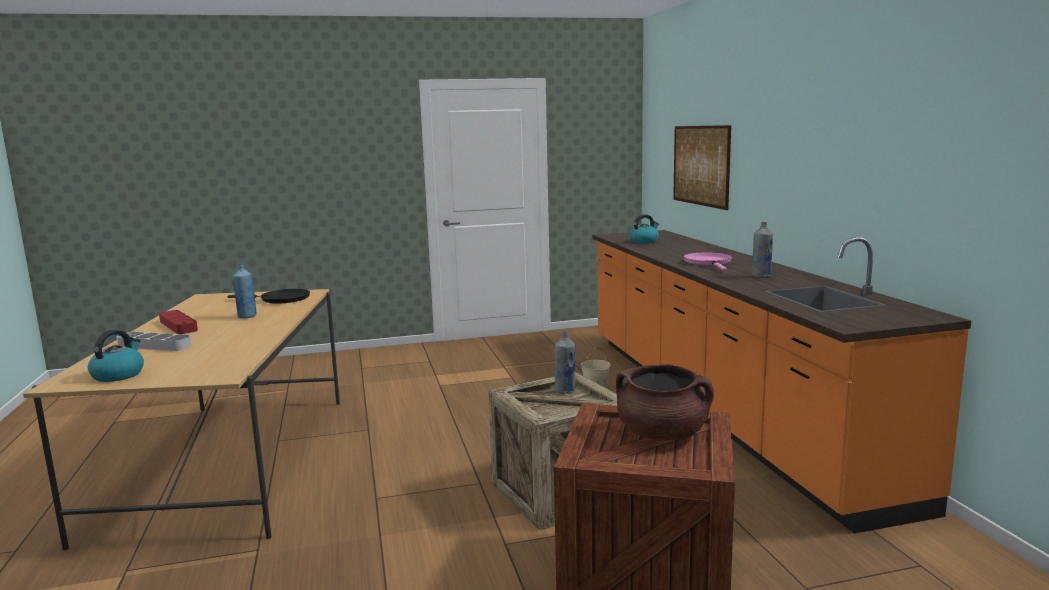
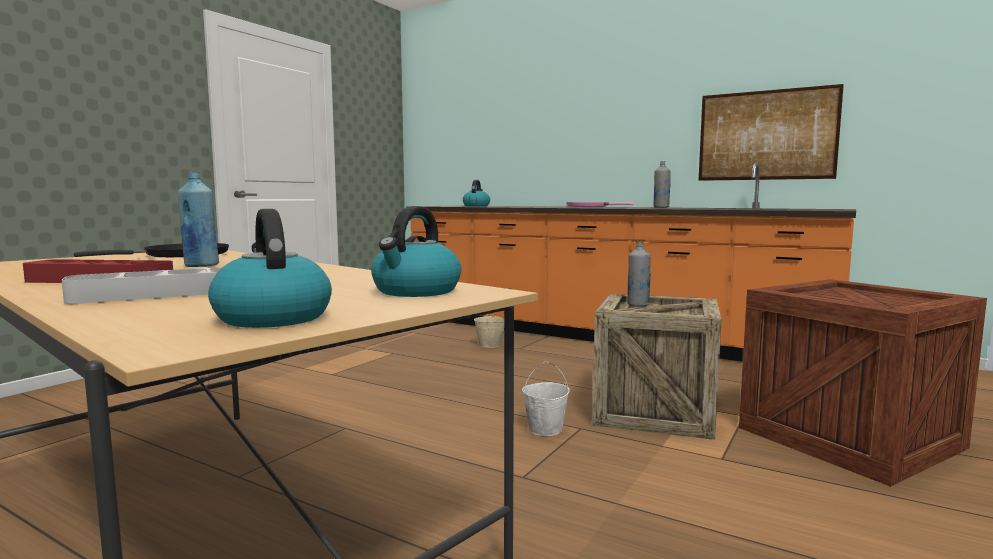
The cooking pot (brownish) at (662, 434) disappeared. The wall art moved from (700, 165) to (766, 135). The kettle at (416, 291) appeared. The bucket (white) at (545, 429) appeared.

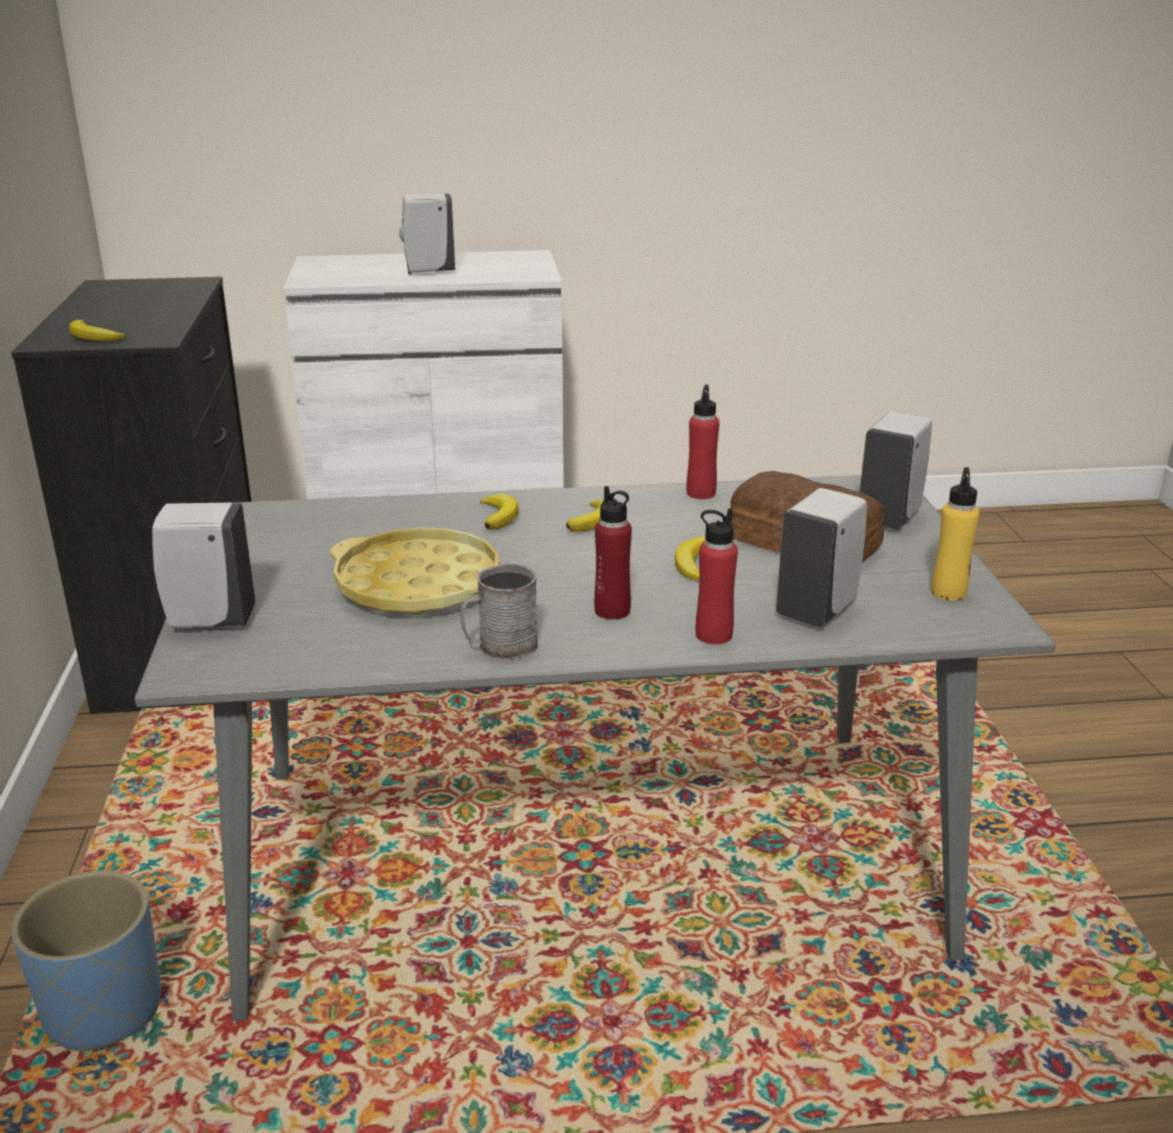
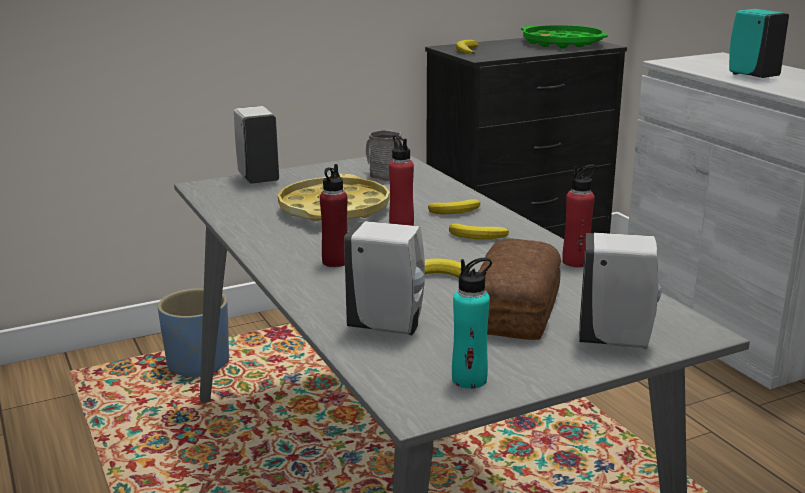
The soap dispenser (white) at (427, 272) became the soap dispenser (blue-green) at (751, 76). The coffee mug (grey) moved from (500, 647) to (382, 175). The drink bottle (red) moved from (713, 635) to (401, 225). The drink bottle (yellow) at (948, 592) became the drink bottle (blue-green) at (469, 379). The carrying tray (greenish) at (562, 43) appeared.

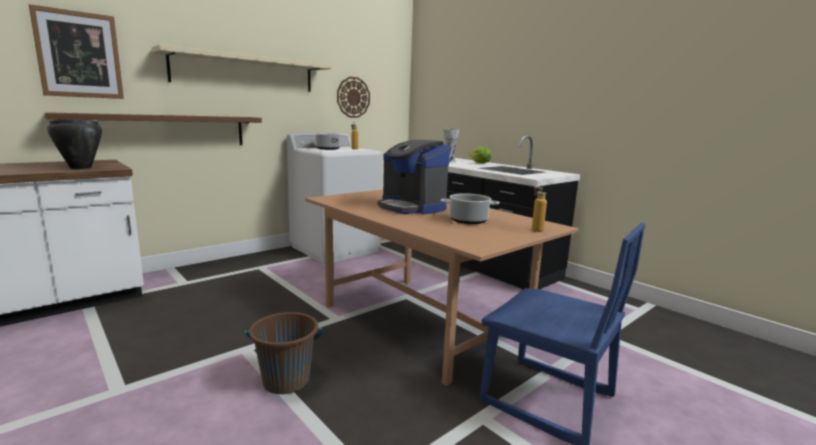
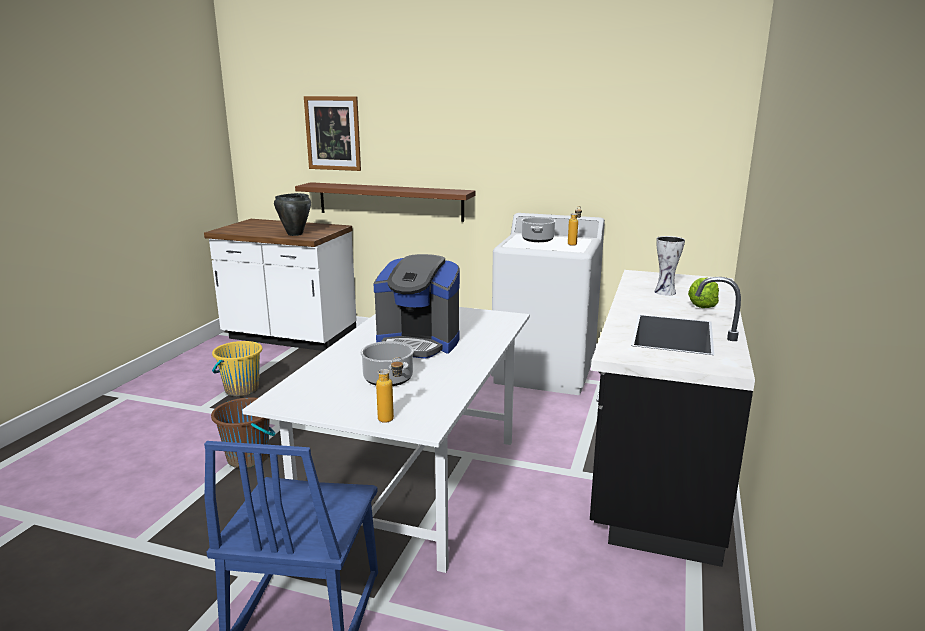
The bracket shelf (beige-coloured) at (245, 72) disappeared. The dinner table (brownish) at (424, 321) became the dinner table (white) at (415, 485). The clock on the wall at (353, 97) disappeared. The coffee maker at (412, 207) turned 90 degrees counterclockwise. The bucket (yellow) at (241, 389) appeared.

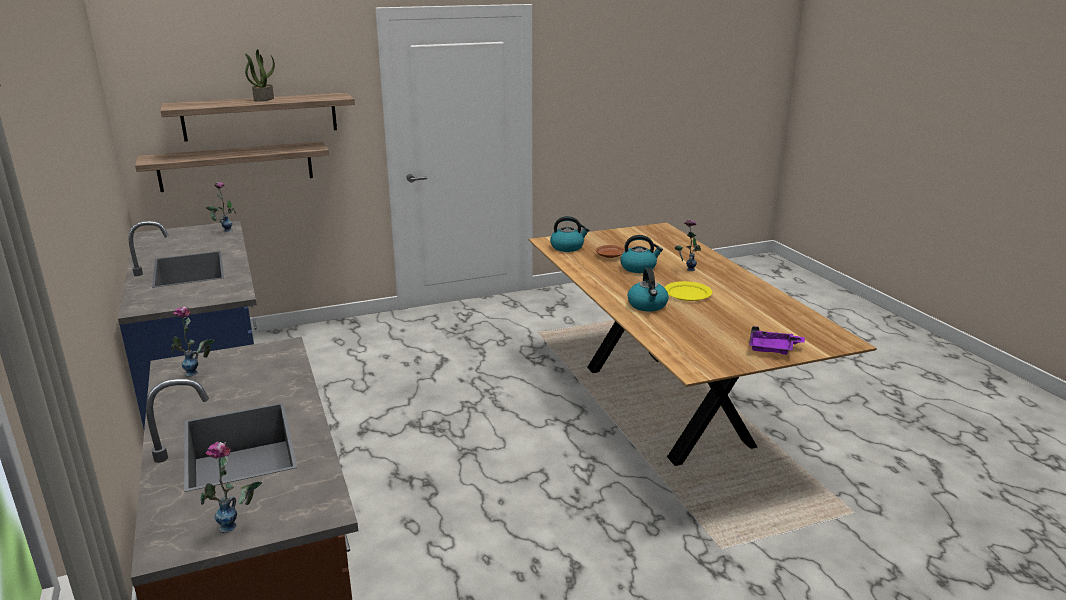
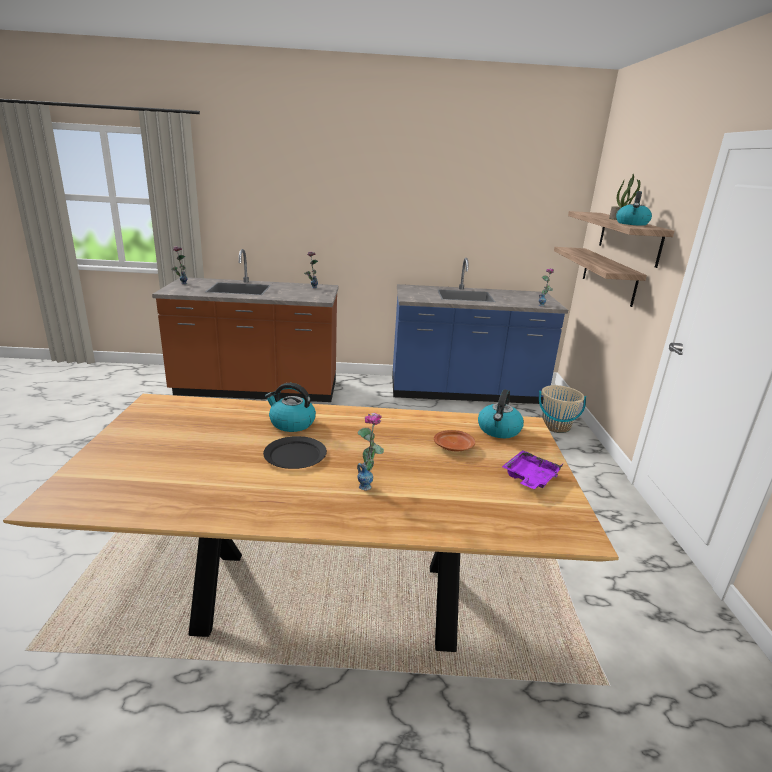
The kettle moved from (639, 268) to (632, 224). The dinner plate (yellow) at (688, 293) became the dinner plate (black) at (295, 455). The carrying tray (purple) moved from (772, 349) to (529, 478). The bucket (beige-coloured) at (555, 427) appeared.

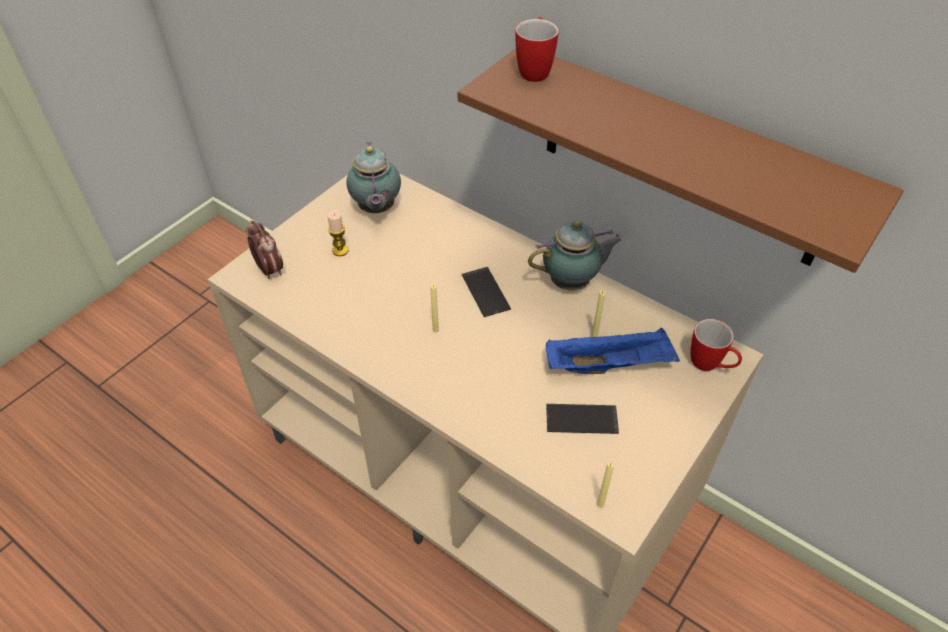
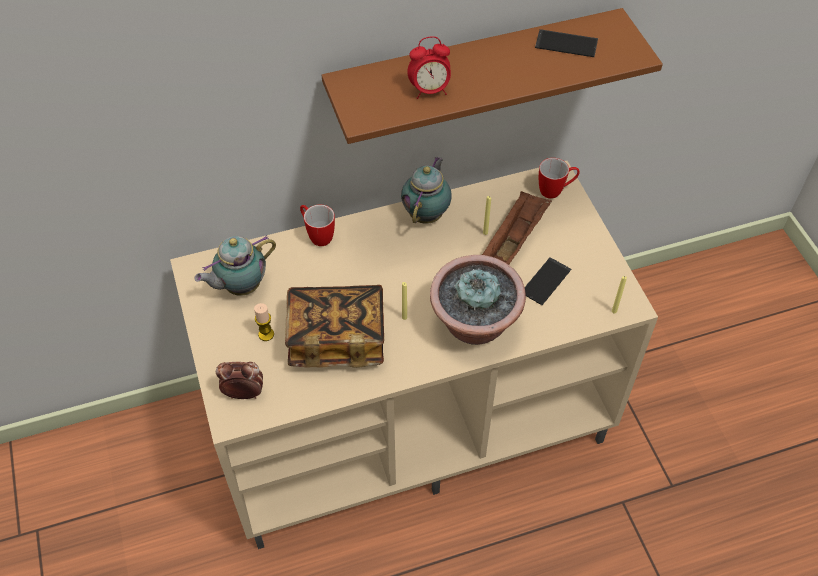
The tea pot at (376, 209) turned 120 degrees clockwise. The phone moved from (485, 292) to (566, 44). The coffee mug moved from (535, 70) to (317, 235). The carrying tray (blue) at (609, 364) became the carrying tray (brownish) at (514, 239). The volume at (337, 338) appeared. The bedside clock at (429, 90) appeared. The houseplant at (474, 326) appeared.

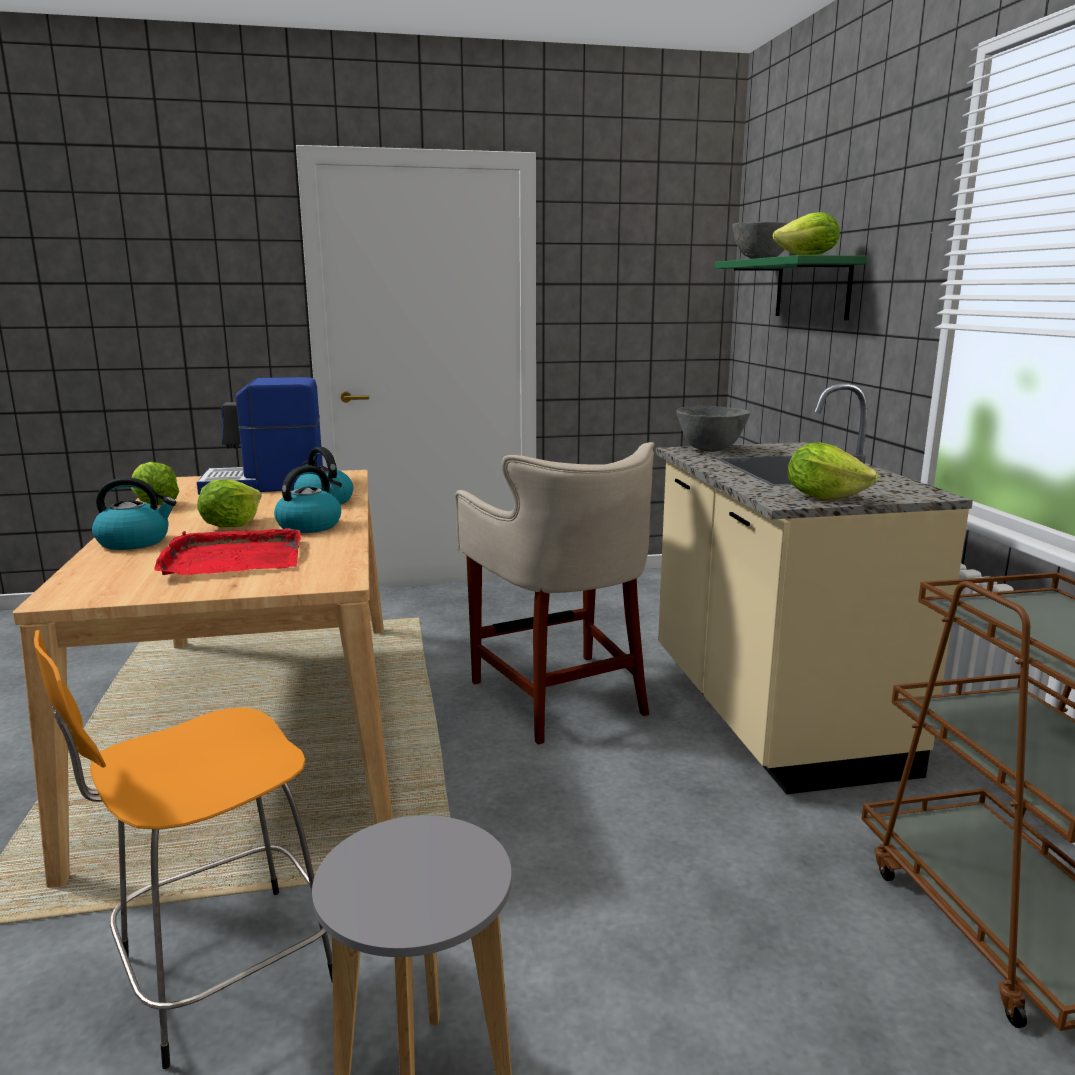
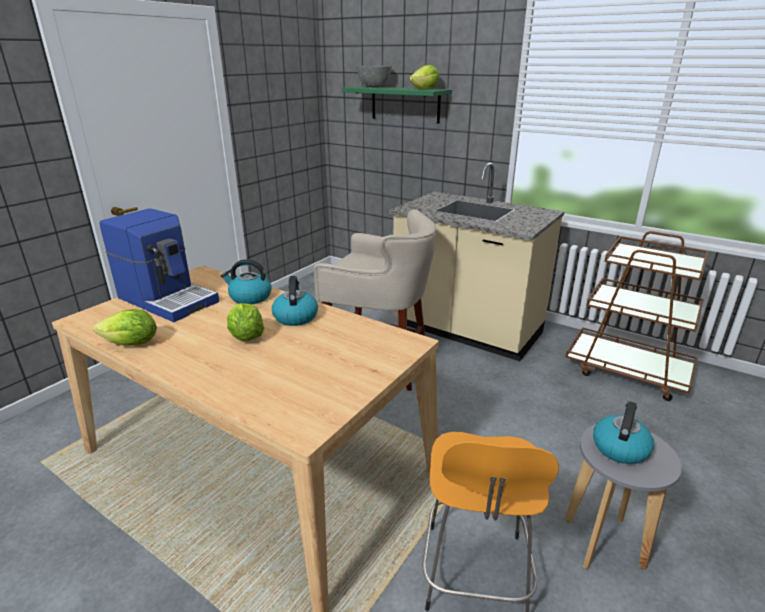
The kettle moved from (135, 542) to (619, 447). The carrying tray (red) at (232, 559) disappeared. The coffee maker at (265, 485) turned 90 degrees counterclockwise. The bowl (grey) at (710, 450) disappeared. The head of lettuce at (824, 497) disappeared.

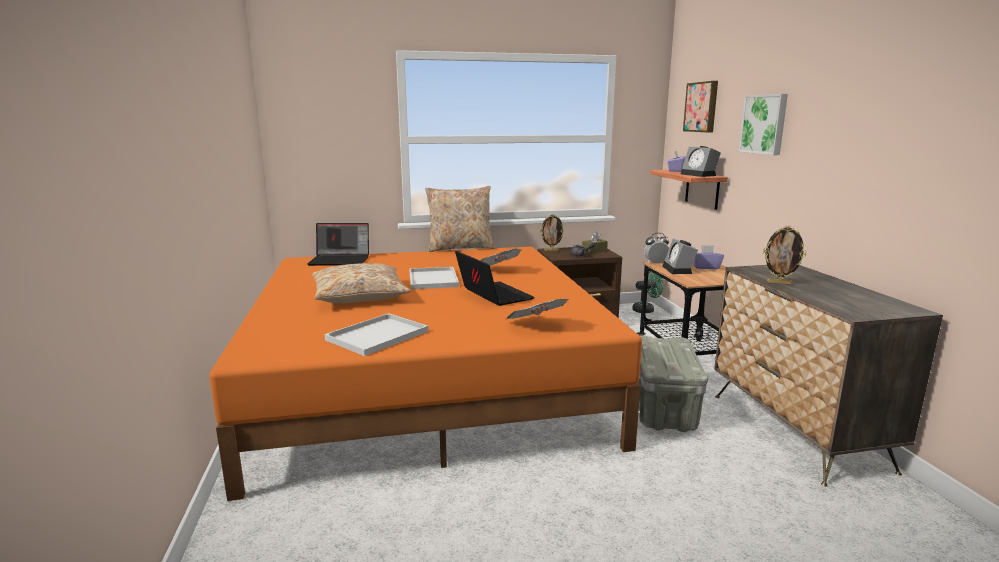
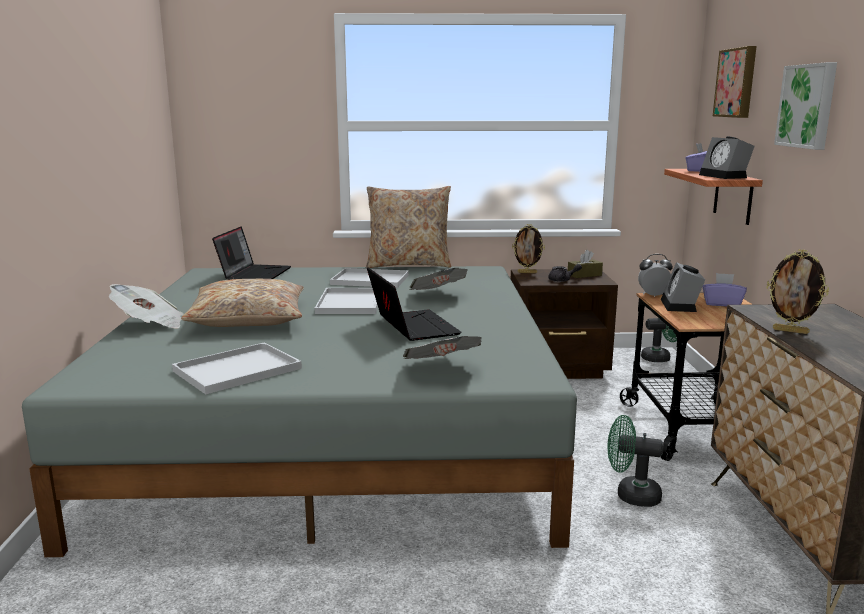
The bed (orange-coloured) at (427, 380) became the bed (grey) at (337, 430). The laptop at (341, 260) turned 90 degrees counterclockwise. The storage bin (grey) at (664, 409) was replaced by the cooling fan (greenish) at (631, 495). The printed paper at (150, 324) appeared. The carrying tray (white) at (368, 280) appeared.

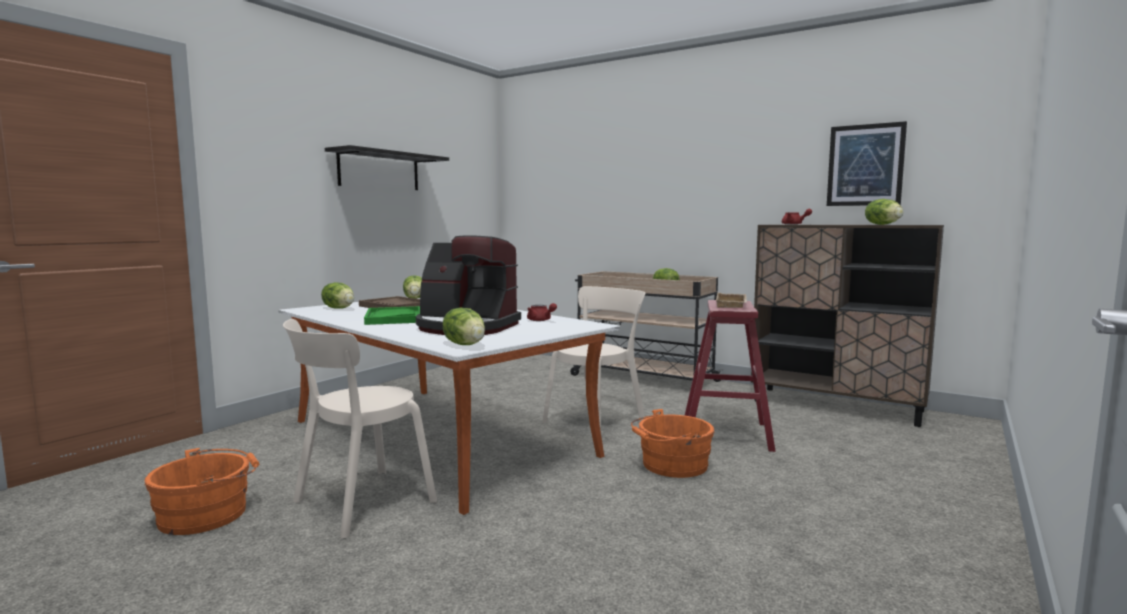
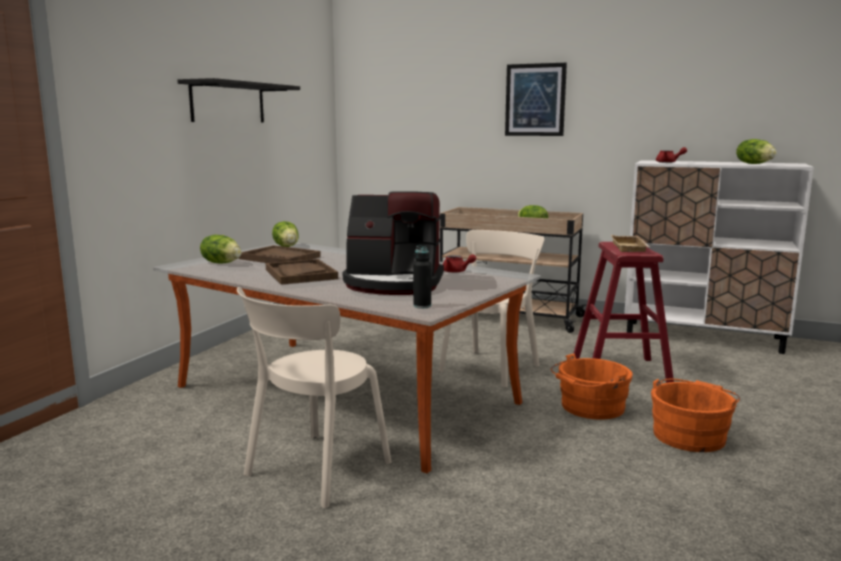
The bucket (orange-coloured) moved from (208, 514) to (690, 435). The carrying tray (greenish) at (394, 318) became the carrying tray (brownish) at (300, 274). The head of lettuce at (465, 344) was replaced by the drink bottle (black) at (422, 306). The cupboard (brownish) at (837, 406) became the cupboard (white) at (703, 337). The wall art moved from (865, 165) to (535, 100).

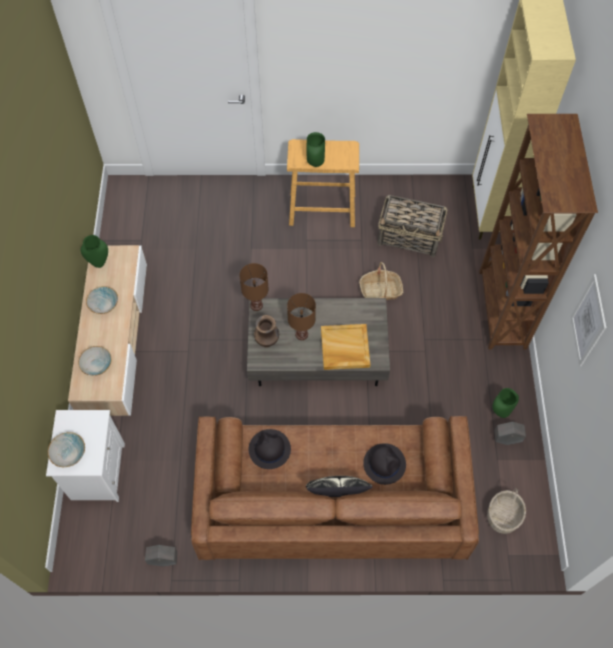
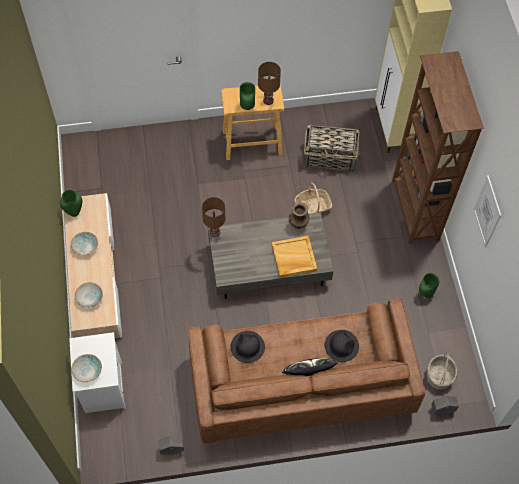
The flower vase (brownish) moved from (267, 341) to (298, 224). The table lamp (brownish) moved from (301, 334) to (268, 101). The plant pot (grey) moved from (506, 439) to (442, 410).

